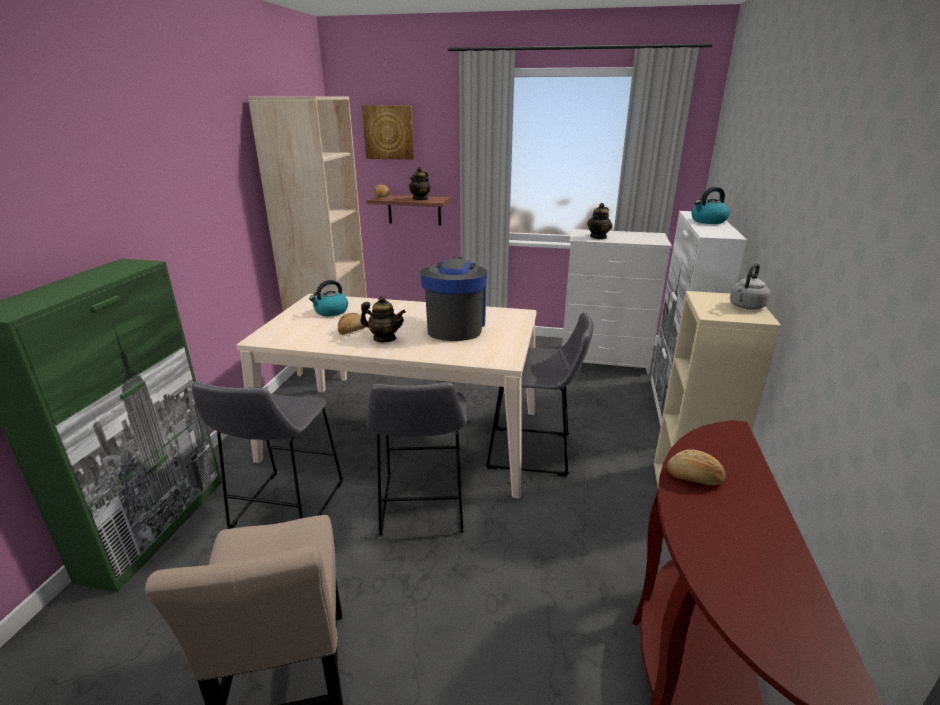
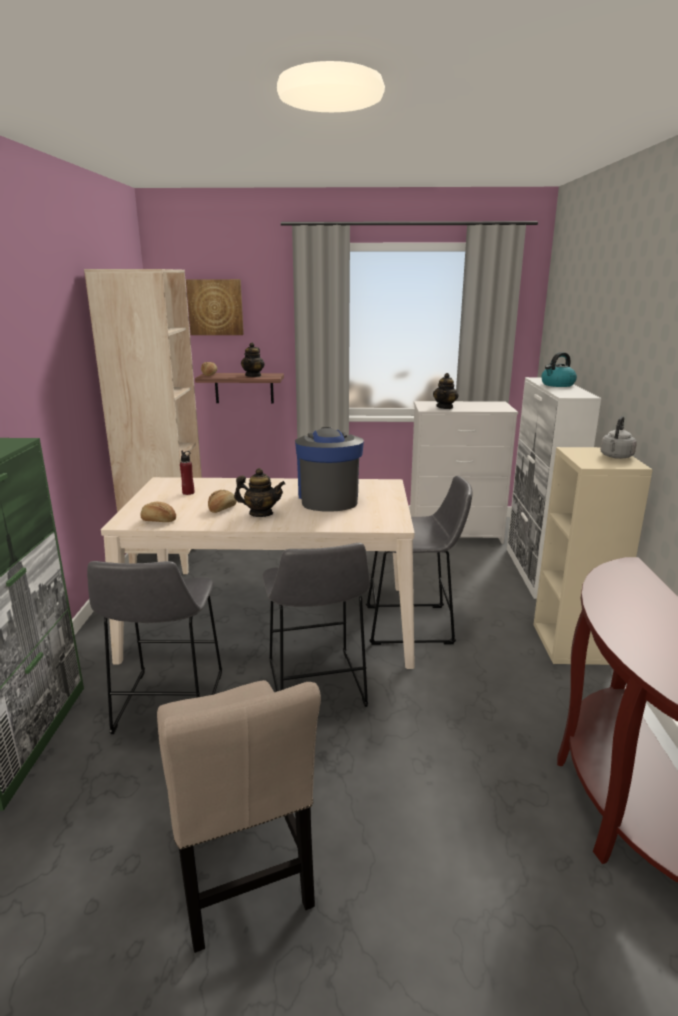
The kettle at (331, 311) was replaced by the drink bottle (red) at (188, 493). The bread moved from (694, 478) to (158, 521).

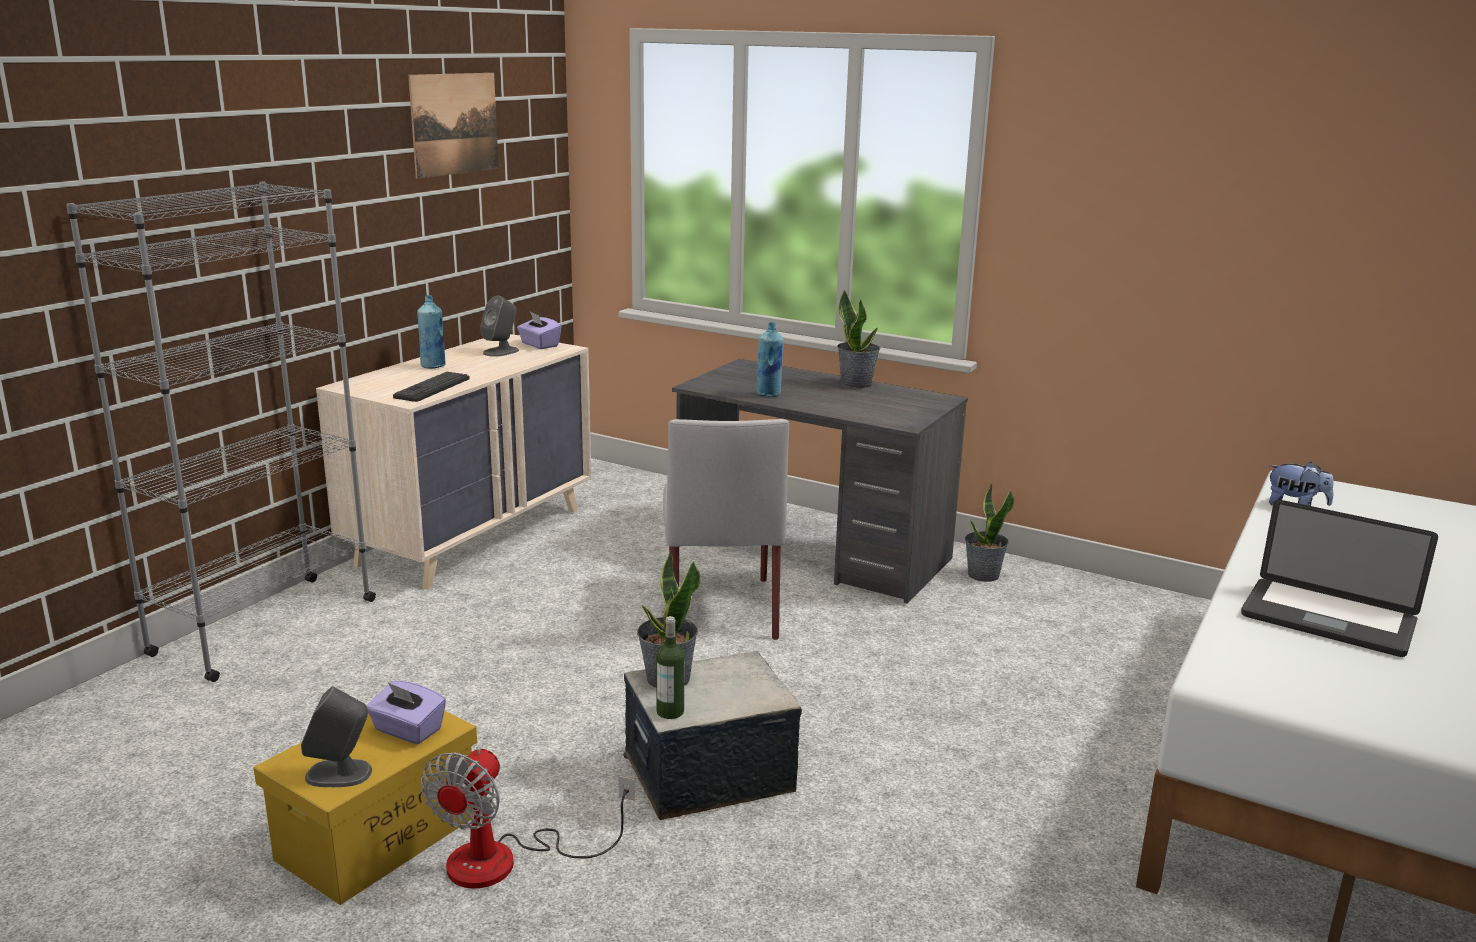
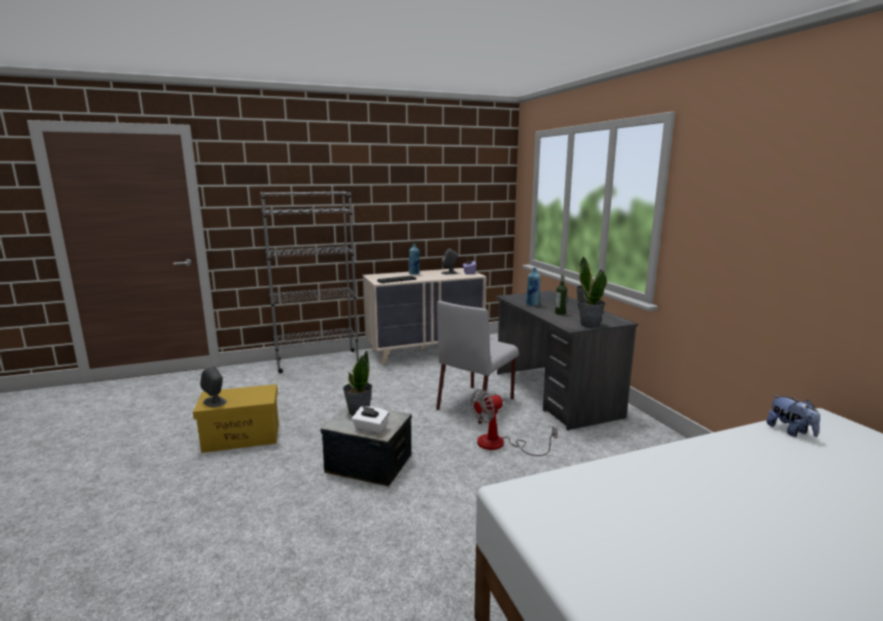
The box of tissues (purple) at (407, 730) disappeared. The wall art at (455, 124) disappeared. The cooling fan moved from (506, 860) to (500, 444). The drink bottle moved from (670, 712) to (560, 313). The houseplant moved from (983, 575) to (589, 324). The laptop at (1327, 619) disappeared. The box of tissues (white) at (370, 428) appeared.

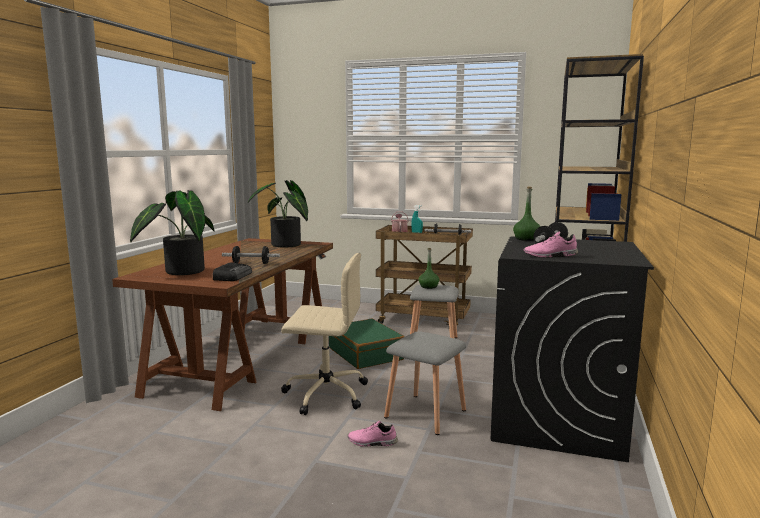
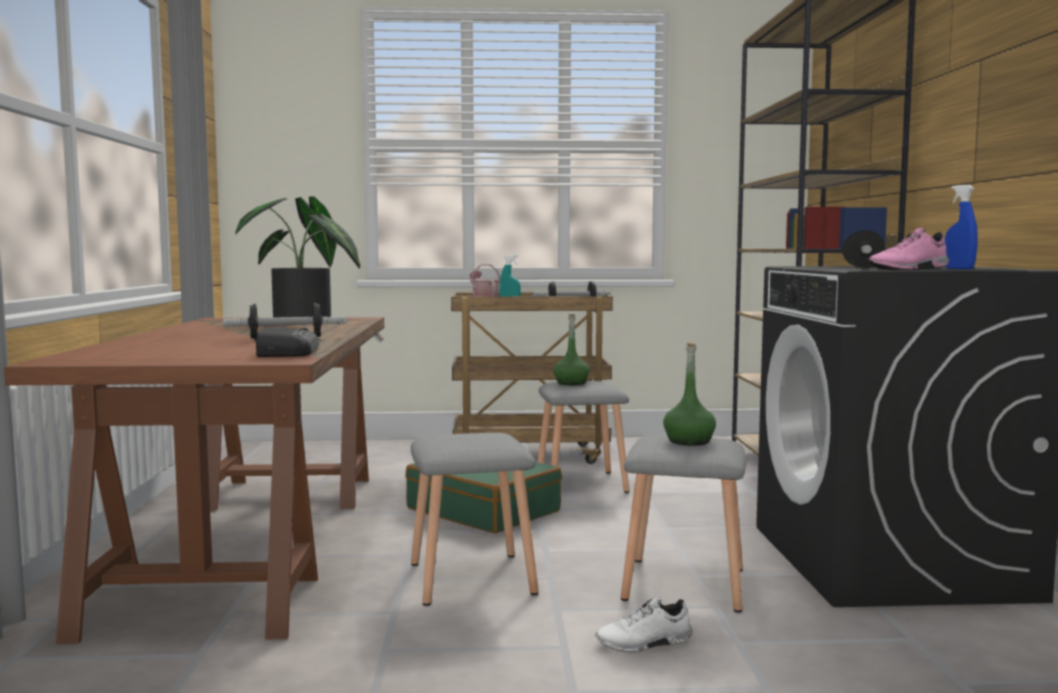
The houseplant at (180, 271) disappeared. The computer chair (beige-coloured) at (324, 393) was replaced by the sitting stool (grey) at (473, 579). The item of footwear (pink) at (372, 443) became the item of footwear (white) at (644, 643). The drink bottle (greenish) moved from (526, 239) to (689, 441). The sprayer (blue) at (958, 269) appeared.

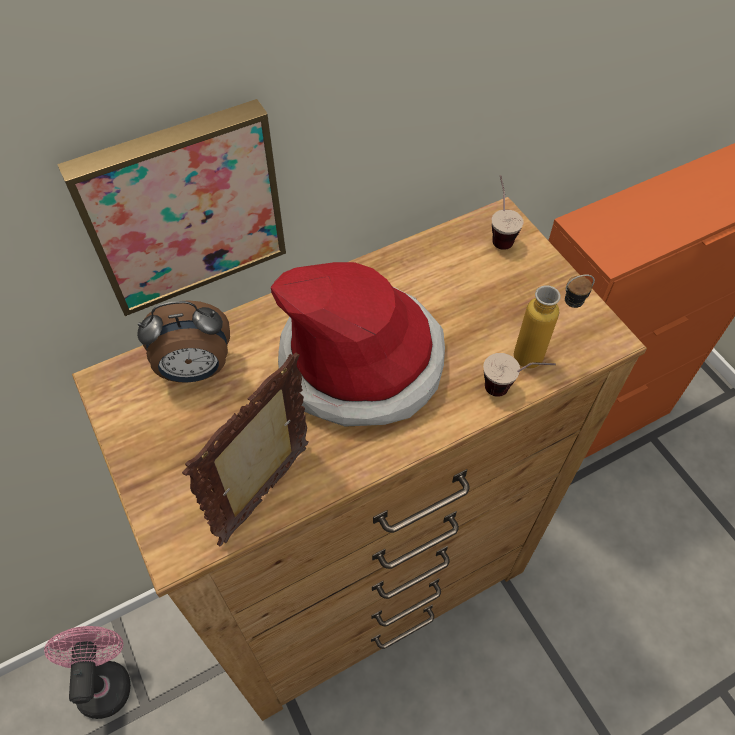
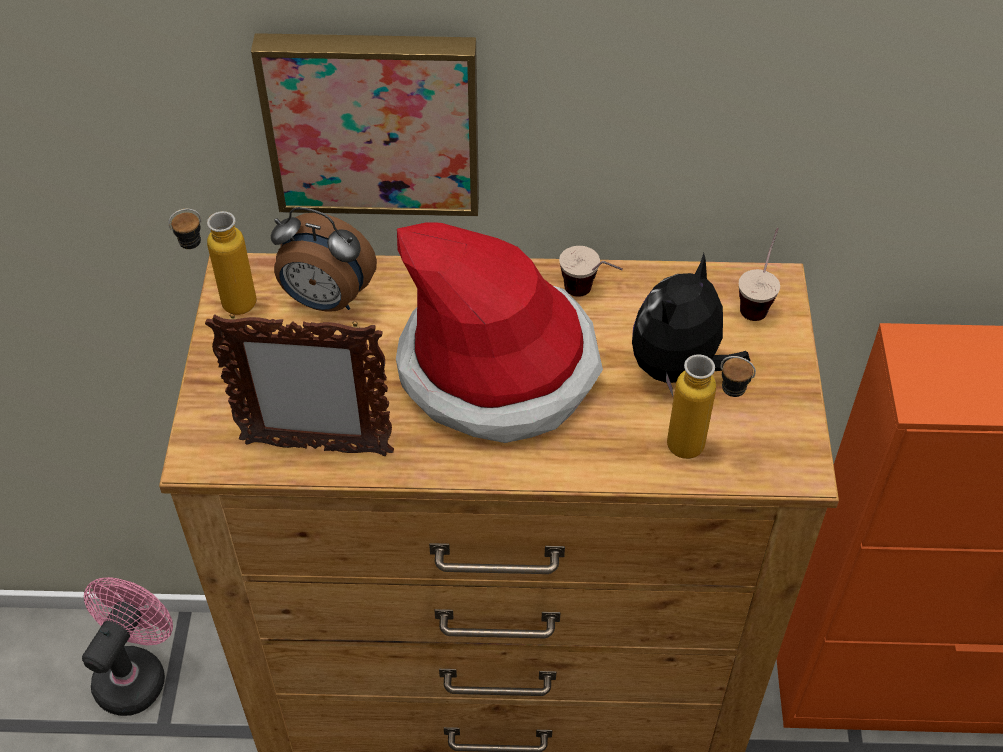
The picture frame at (267, 494) turned 150 degrees counterclockwise. The cup moved from (511, 390) to (590, 296). The drink bottle at (224, 307) appeared. The plush toy at (678, 369) appeared.

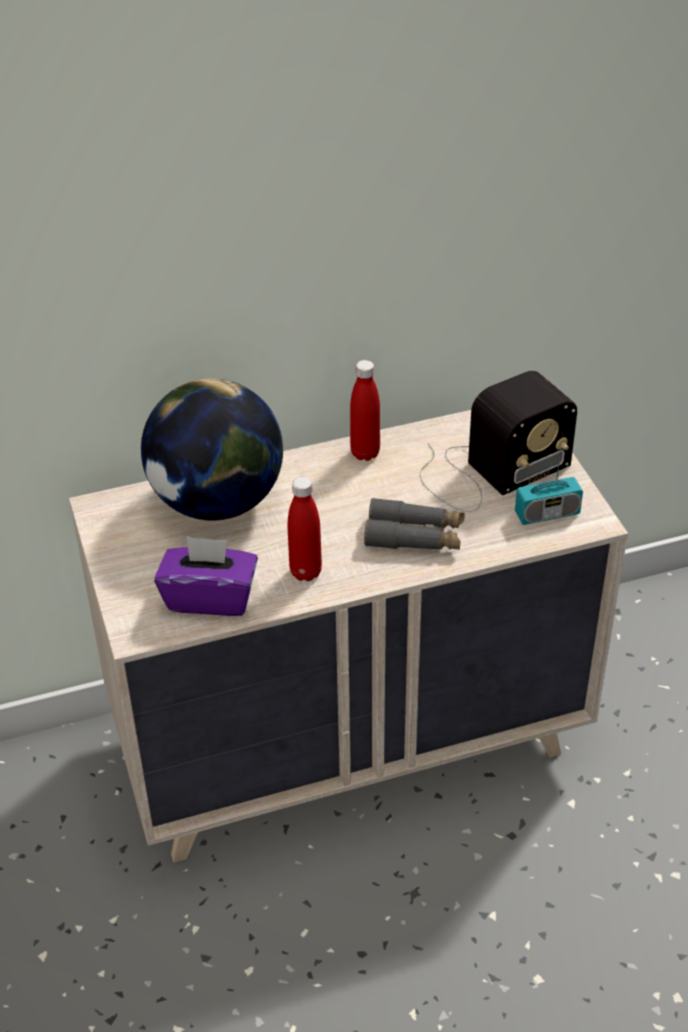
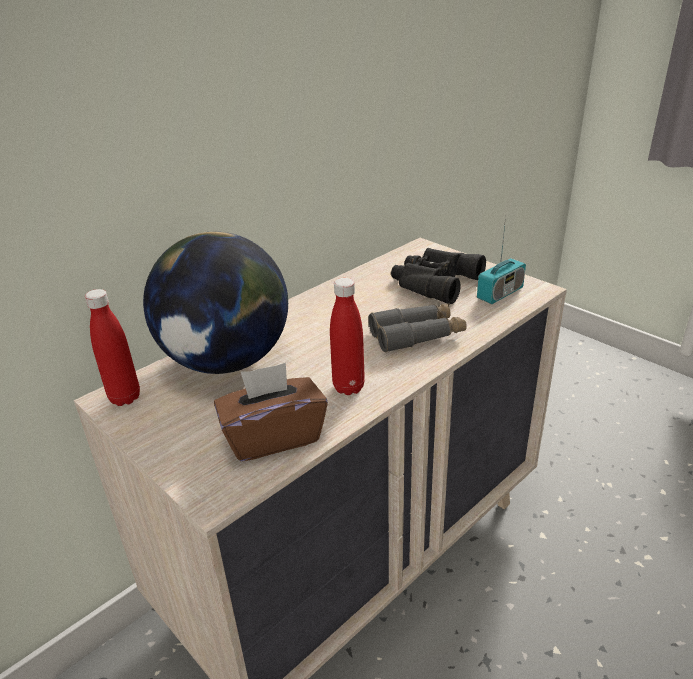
The box of tissues (purple) at (210, 597) became the box of tissues (brownish) at (273, 436). The drink bottle (red) moved from (365, 453) to (125, 398). The radio receiver at (489, 471) was replaced by the pair of binoculars (black) at (432, 282).

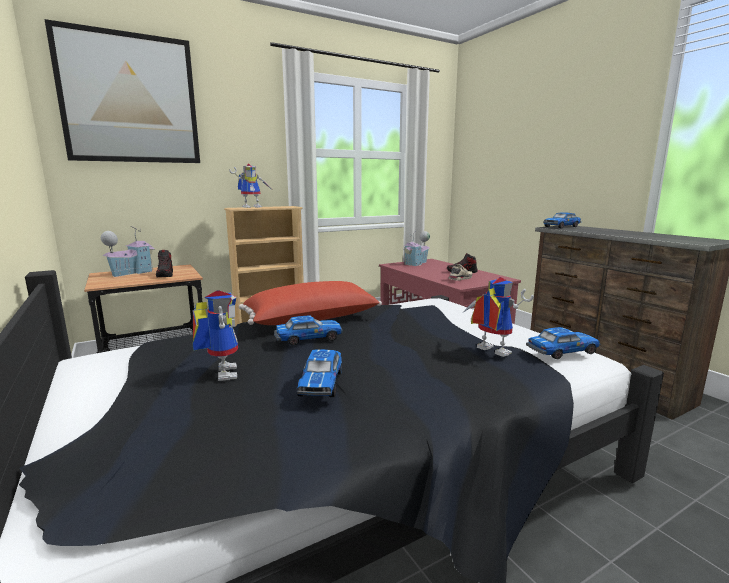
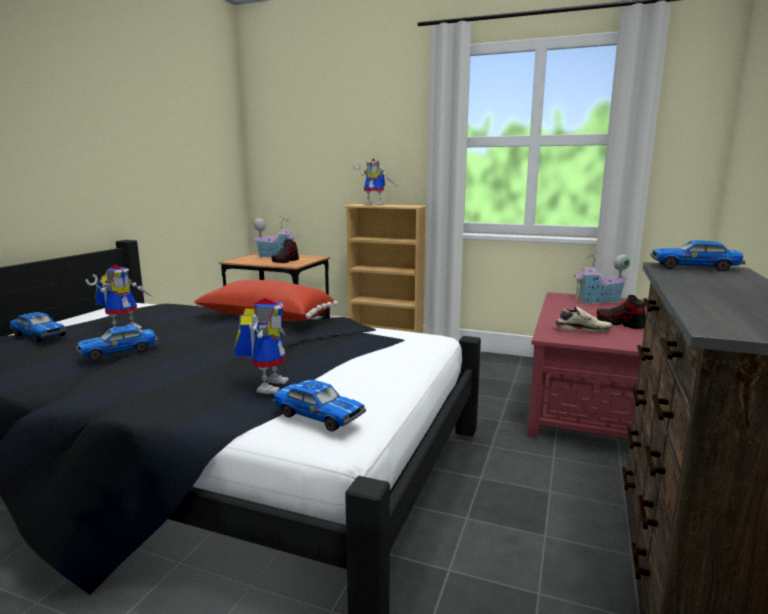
The wall art at (130, 99) disappeared. The toy car moved from (308, 338) to (38, 335).

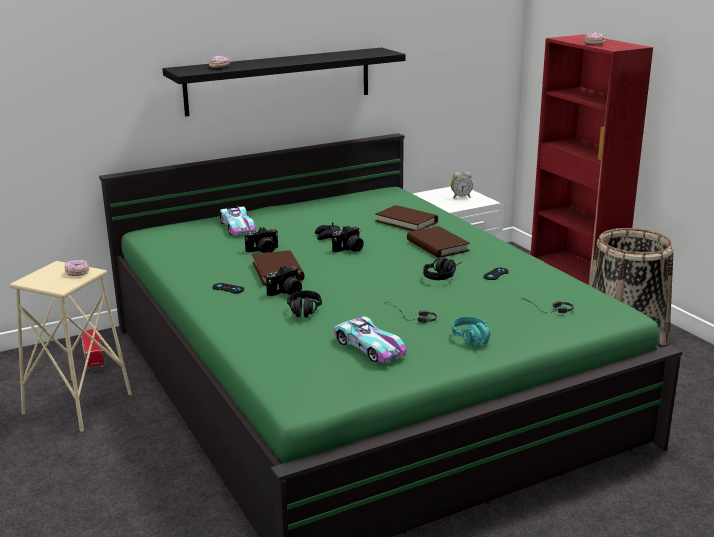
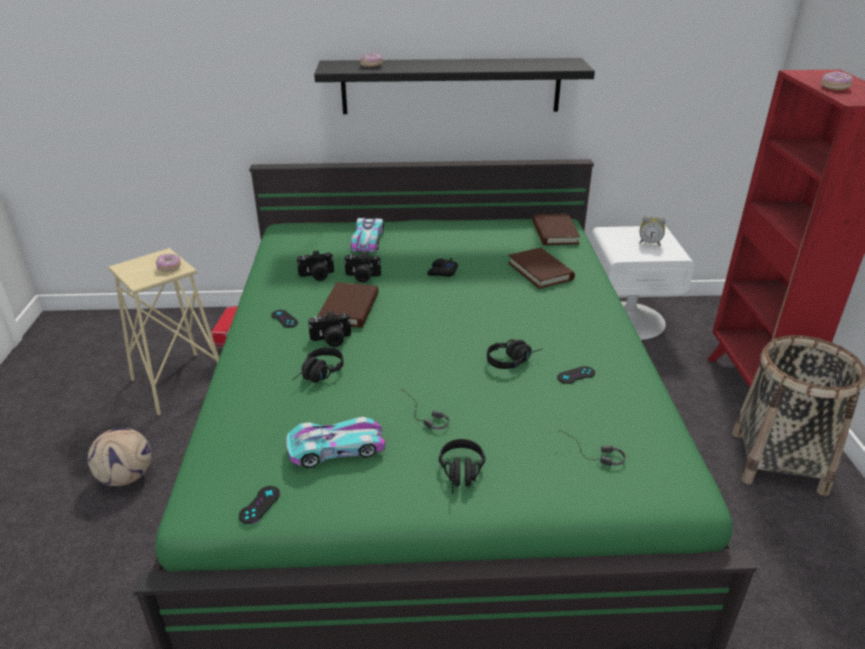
The still camera moved from (349, 249) to (317, 276). The toy car at (370, 347) turned 90 degrees counterclockwise. The volume (brownish) moved from (437, 246) to (554, 233). The pair of headphones (blue-green) at (474, 340) became the pair of headphones (black) at (462, 476). The football at (127, 477) appeared. The game controller (black) at (259, 505) appeared.

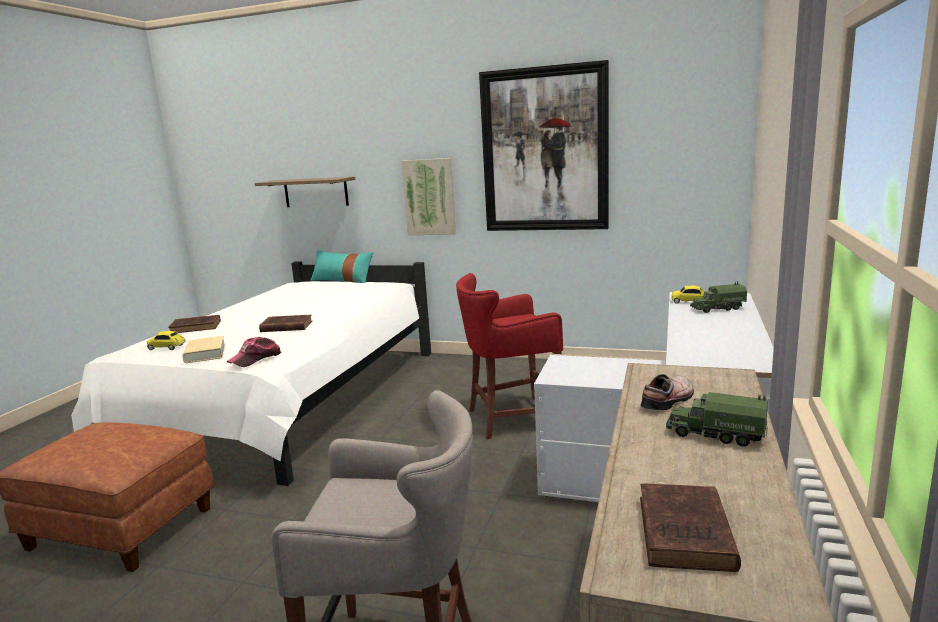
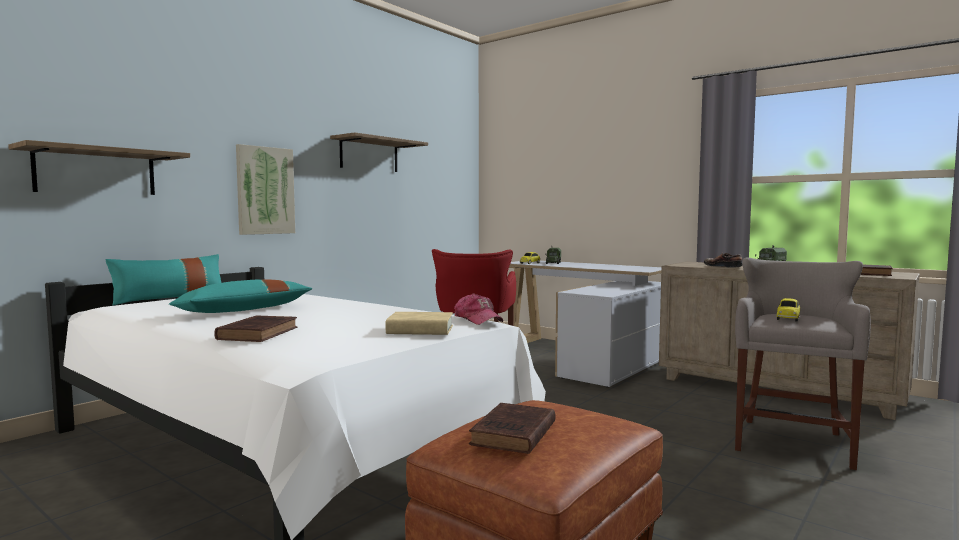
The toy car moved from (167, 347) to (788, 318). The volume (brownish) moved from (285, 327) to (513, 434). The wall art at (544, 150) was replaced by the bracket shelf at (369, 155). The throw pillow (blue-green) at (244, 310) appeared.

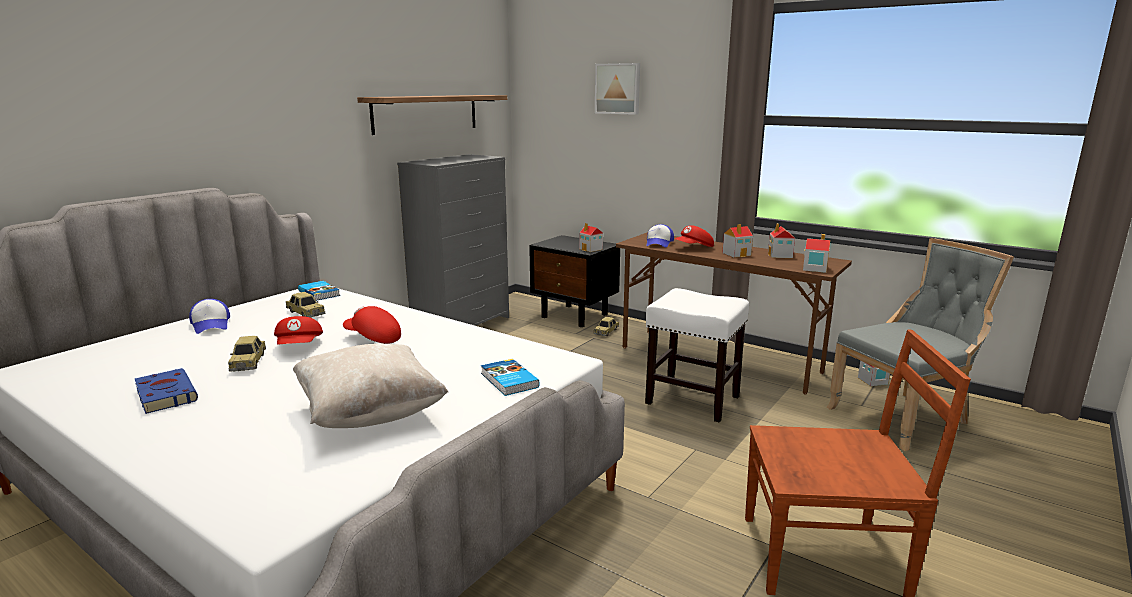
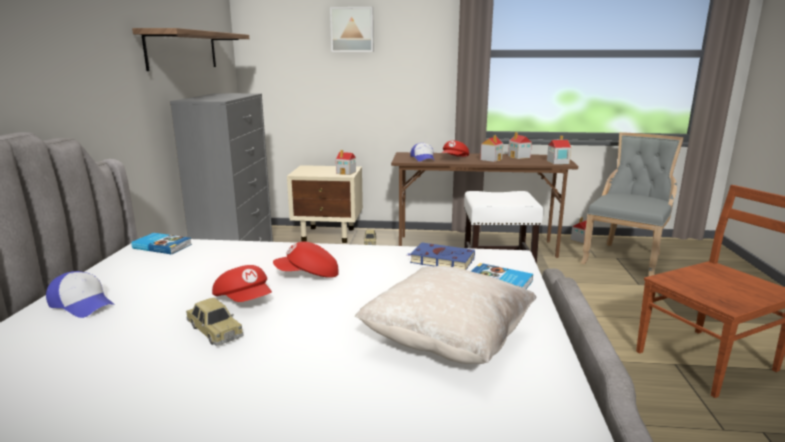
The volume (blue) moved from (165, 394) to (440, 260). The toy car at (305, 313) disappeared. The nightstand (black) at (575, 316) became the nightstand (beige-coloured) at (329, 235).

